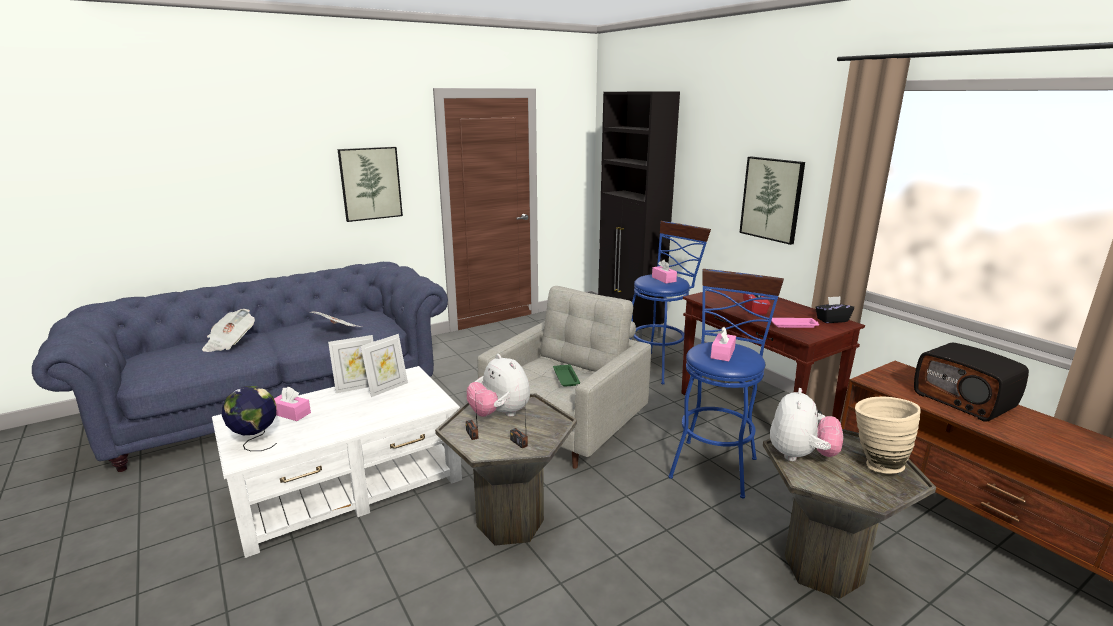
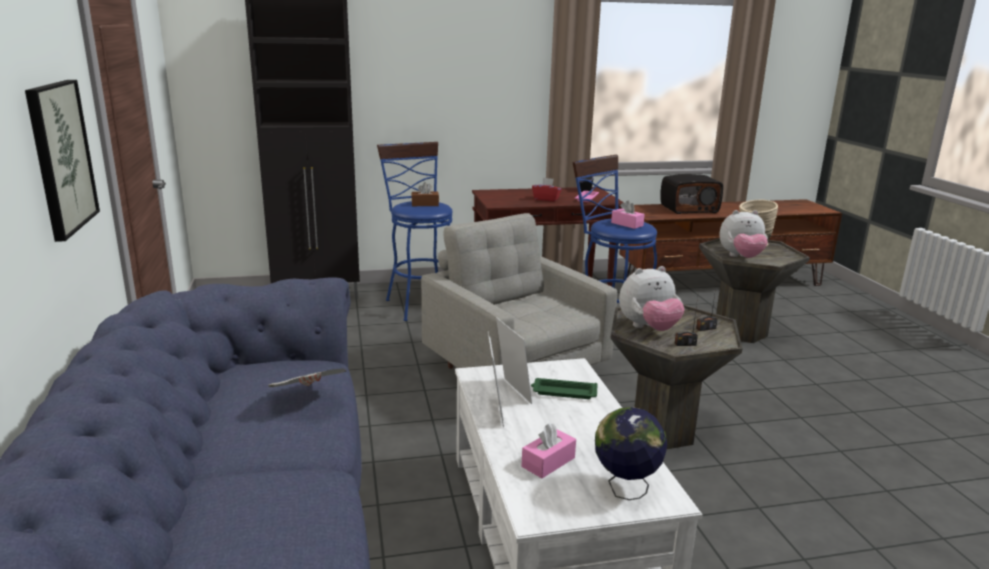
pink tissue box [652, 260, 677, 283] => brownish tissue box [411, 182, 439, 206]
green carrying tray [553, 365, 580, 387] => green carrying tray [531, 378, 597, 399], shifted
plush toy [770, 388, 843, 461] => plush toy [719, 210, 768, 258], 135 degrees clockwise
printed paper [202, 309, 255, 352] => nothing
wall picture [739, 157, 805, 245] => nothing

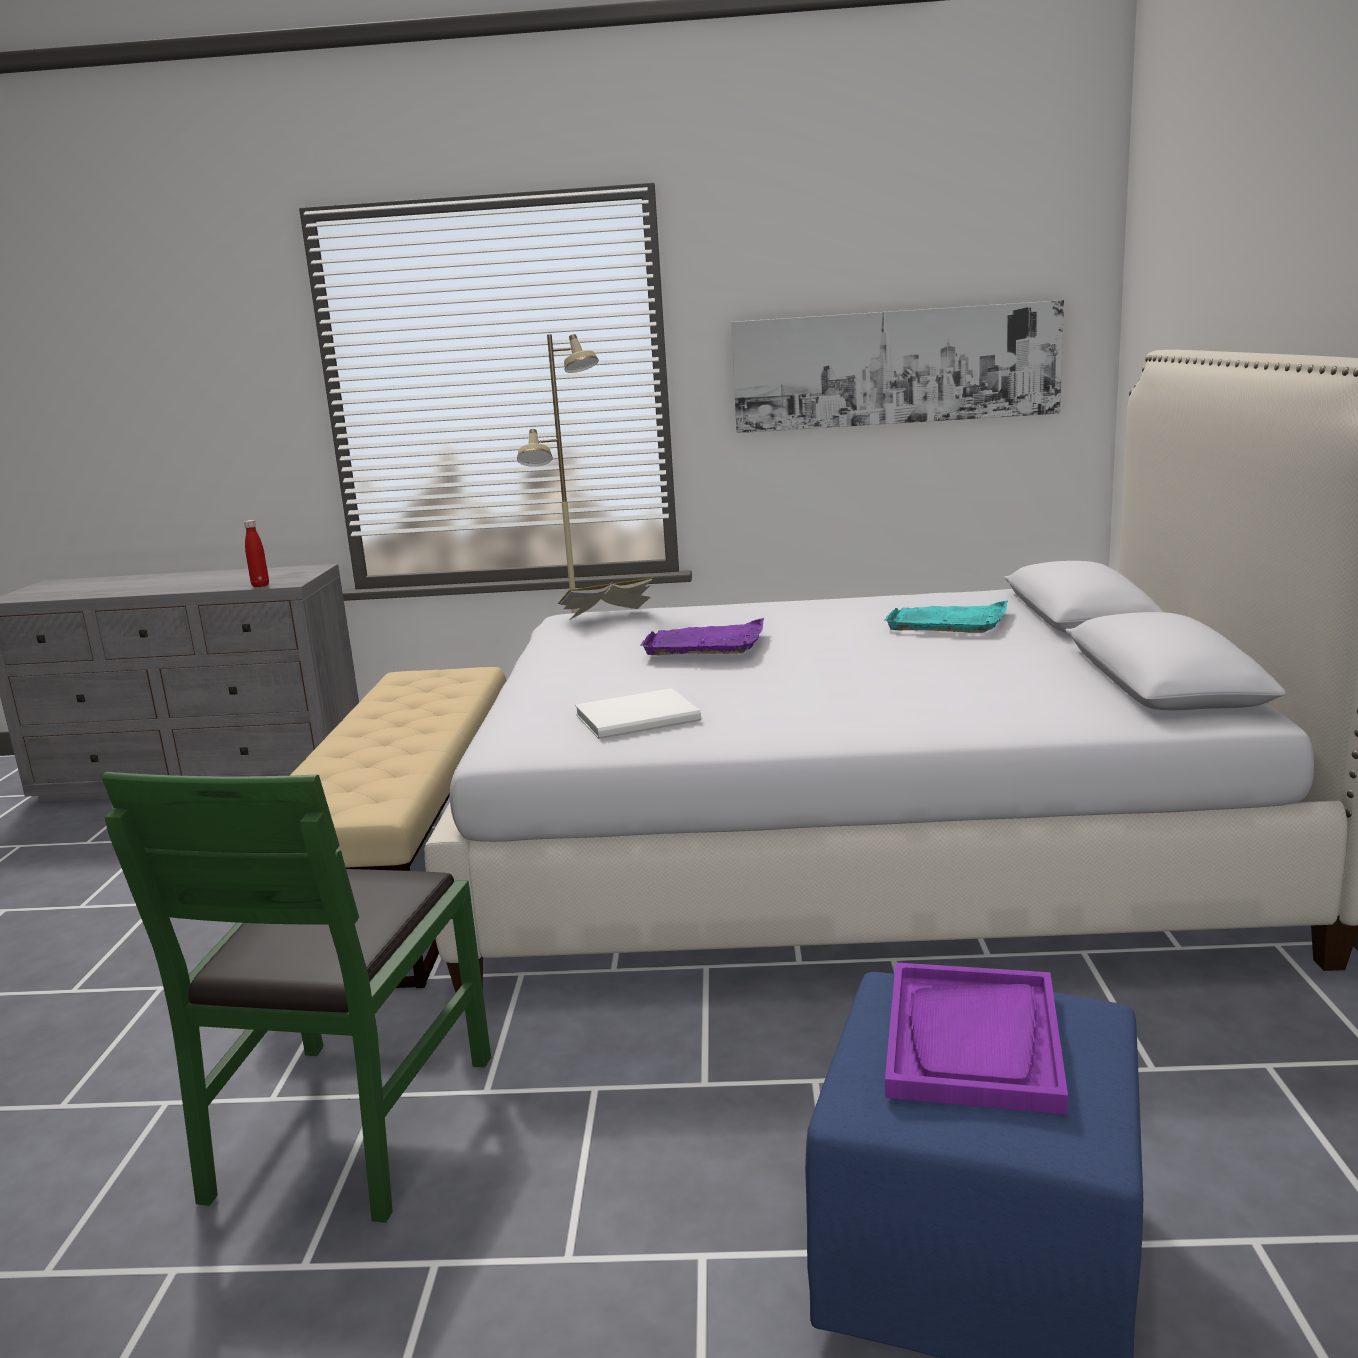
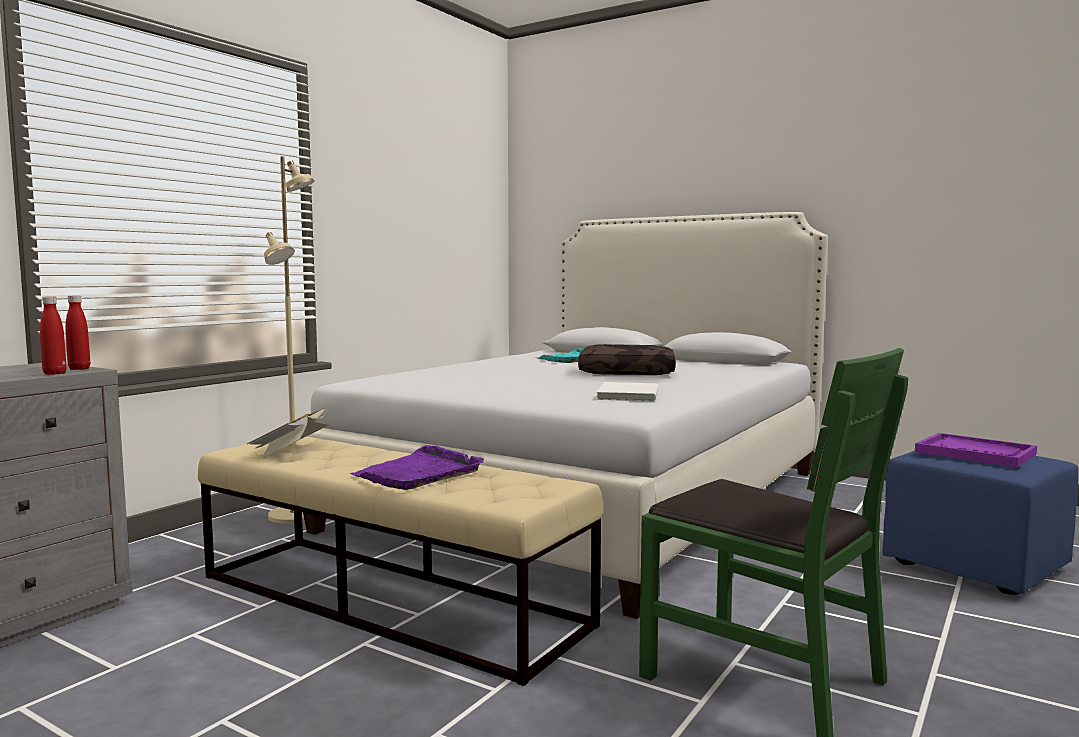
nothing => reddish bottle [65, 295, 90, 370]
bound book [558, 577, 654, 619] => bound book [247, 408, 328, 458], shifted
purple-coloured carrying tray [640, 618, 764, 655] => purple-coloured carrying tray [349, 446, 484, 490], shifted
nothing => brownish cushion [578, 344, 676, 375]
wall picture [731, 300, 1064, 433] => nothing

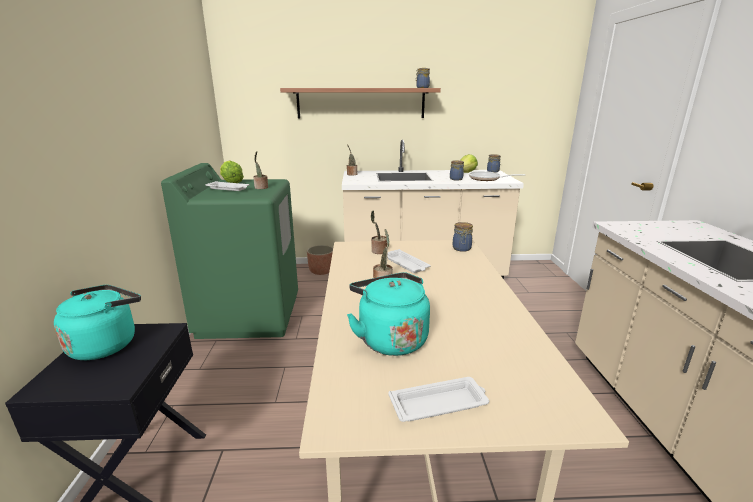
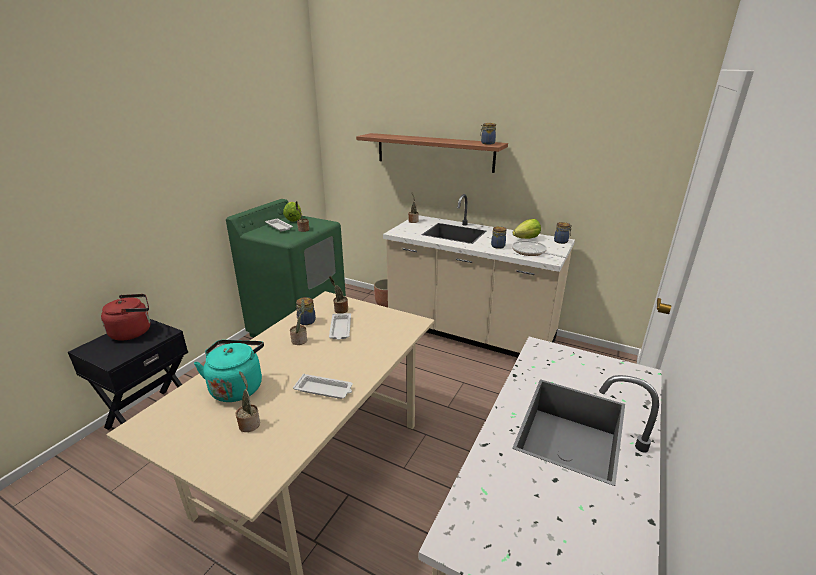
turquoise-coloured kettle [54, 285, 141, 360] => reddish kettle [101, 294, 150, 340]
nothing => potted plant [236, 371, 260, 432]
white-coloured carrying tray [389, 377, 489, 422] => white-coloured carrying tray [293, 374, 353, 399], shifted
preserve jar [453, 222, 473, 252] => preserve jar [296, 297, 316, 325], shifted

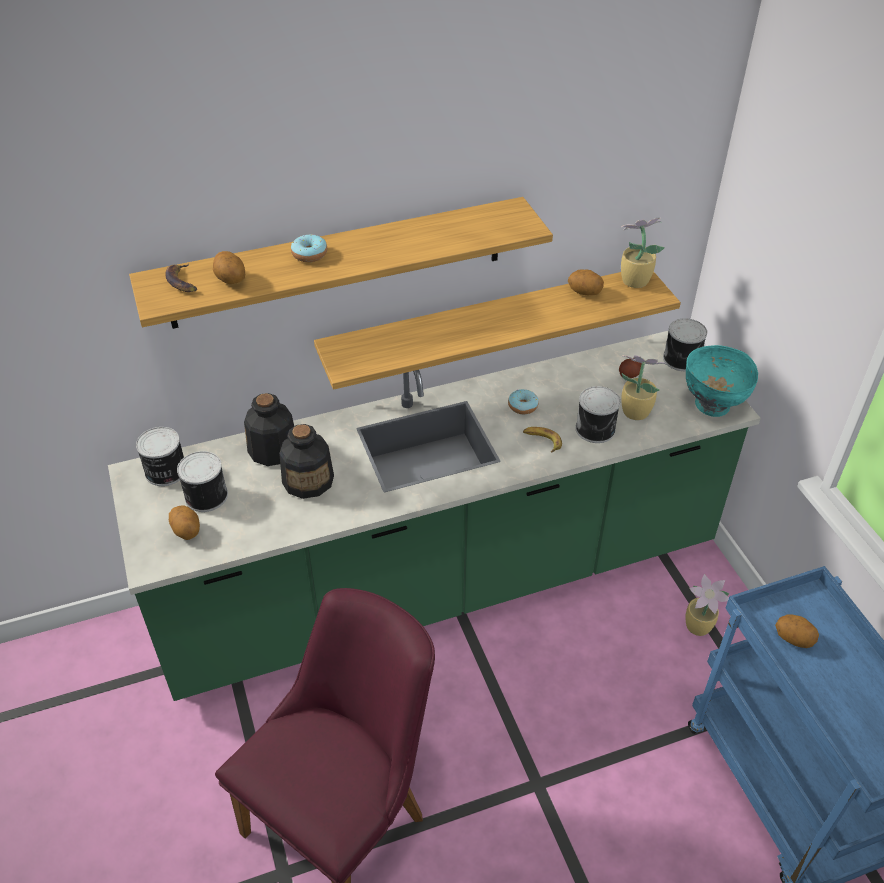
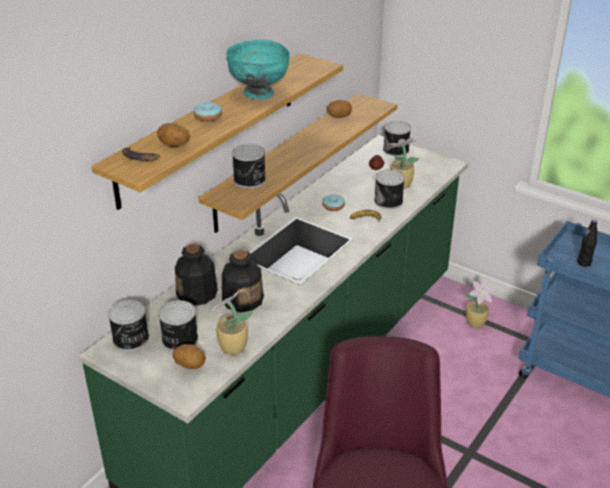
potted plant [621, 217, 665, 288] => potted plant [211, 289, 253, 355], shifted
turquoise-coloured serving bowl [686, 345, 758, 417] => turquoise-coloured serving bowl [226, 40, 290, 99], shifted
nothing => sealed can [232, 144, 266, 188]
potato [775, 614, 819, 648] => black bottle [577, 220, 597, 267]

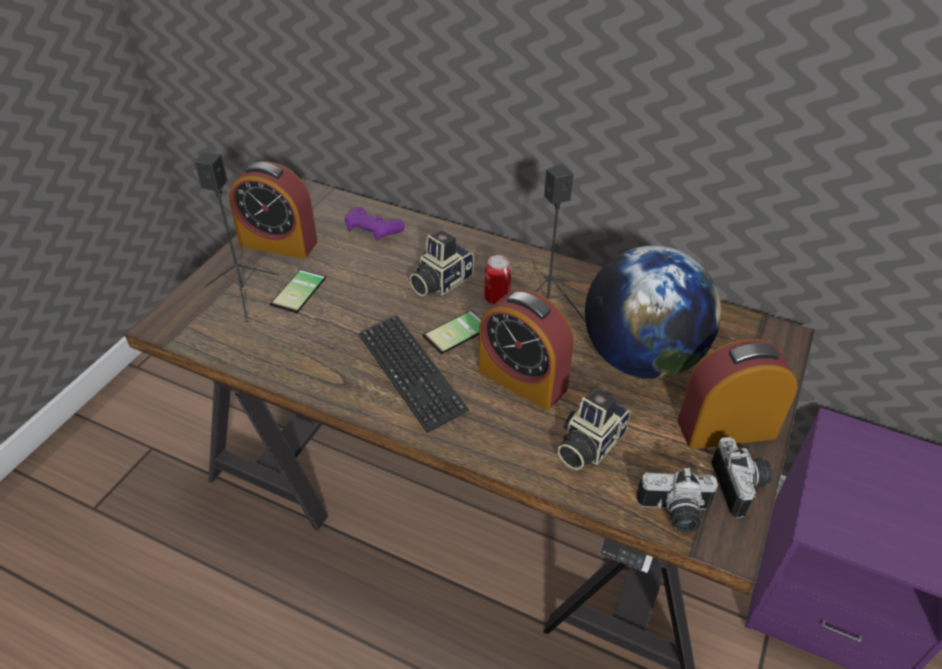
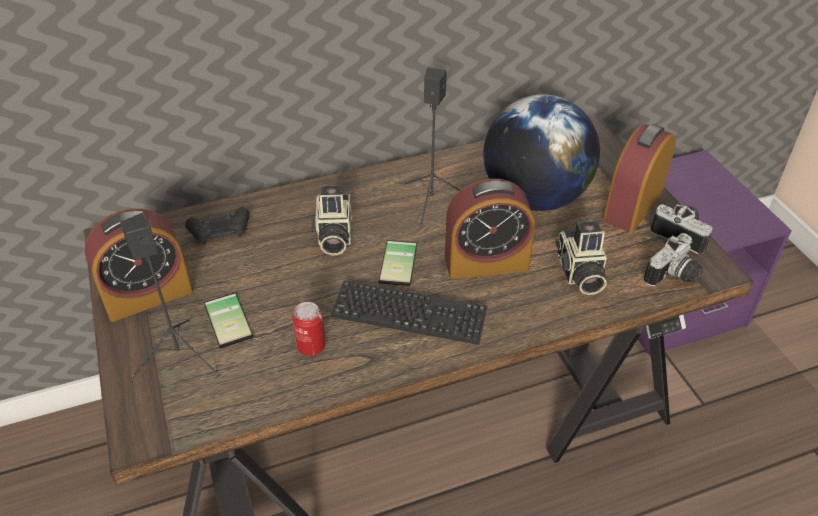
purple-coloured gamepad [345, 207, 405, 241] => black gamepad [185, 207, 250, 244]
sealed can [484, 255, 511, 304] => sealed can [292, 302, 326, 356], shifted

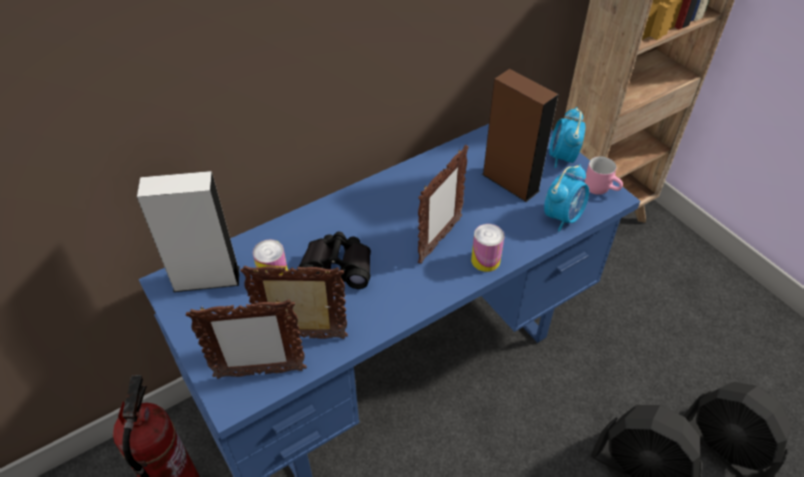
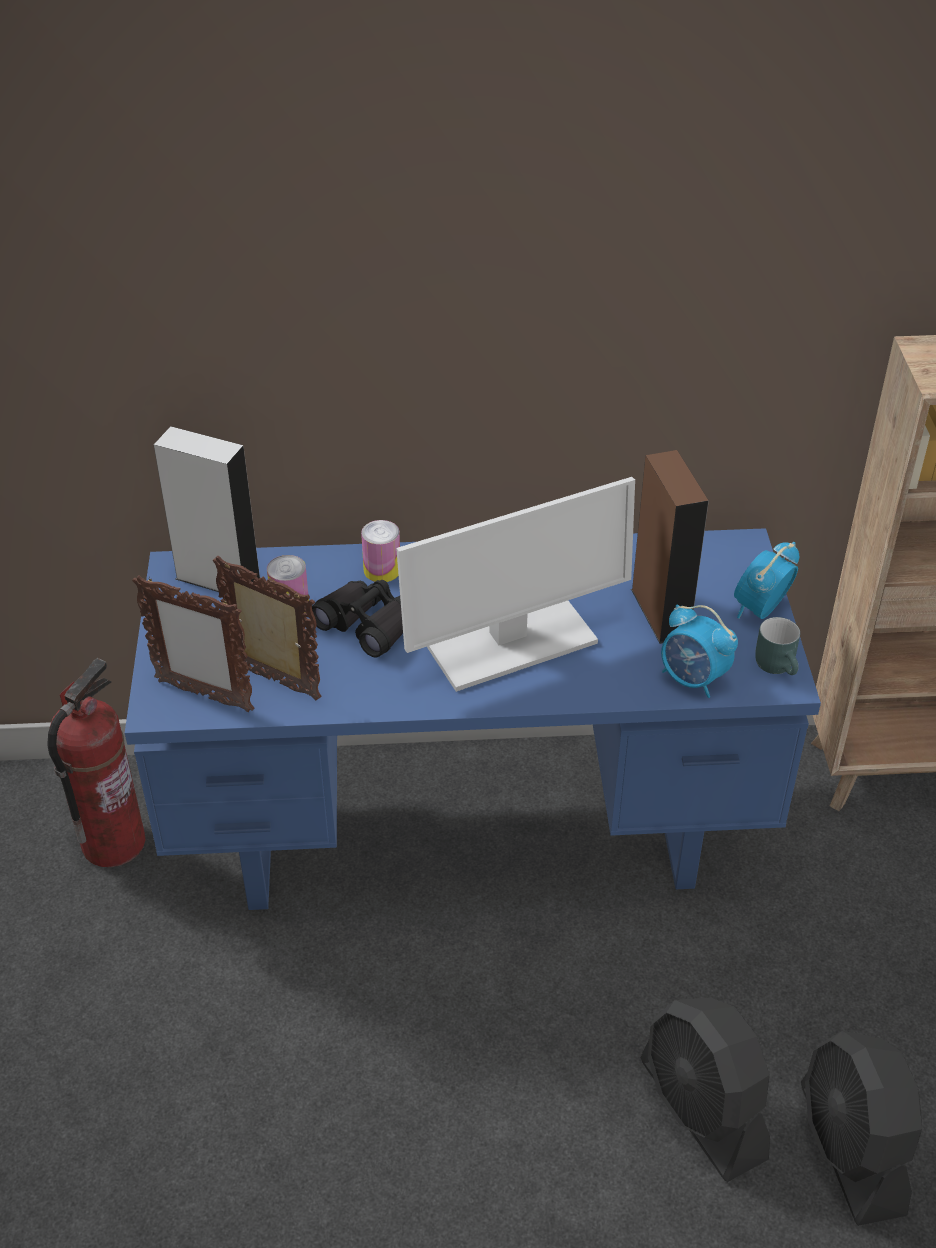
sealed can [471, 224, 504, 272] => sealed can [361, 520, 400, 582], shifted
picture frame [418, 144, 469, 264] => computer screen [396, 477, 635, 692]
bedside clock [544, 164, 589, 232] => bedside clock [661, 604, 738, 698], 60 degrees clockwise
pink mug [585, 157, 623, 195] => turquoise-coloured mug [755, 617, 800, 675]

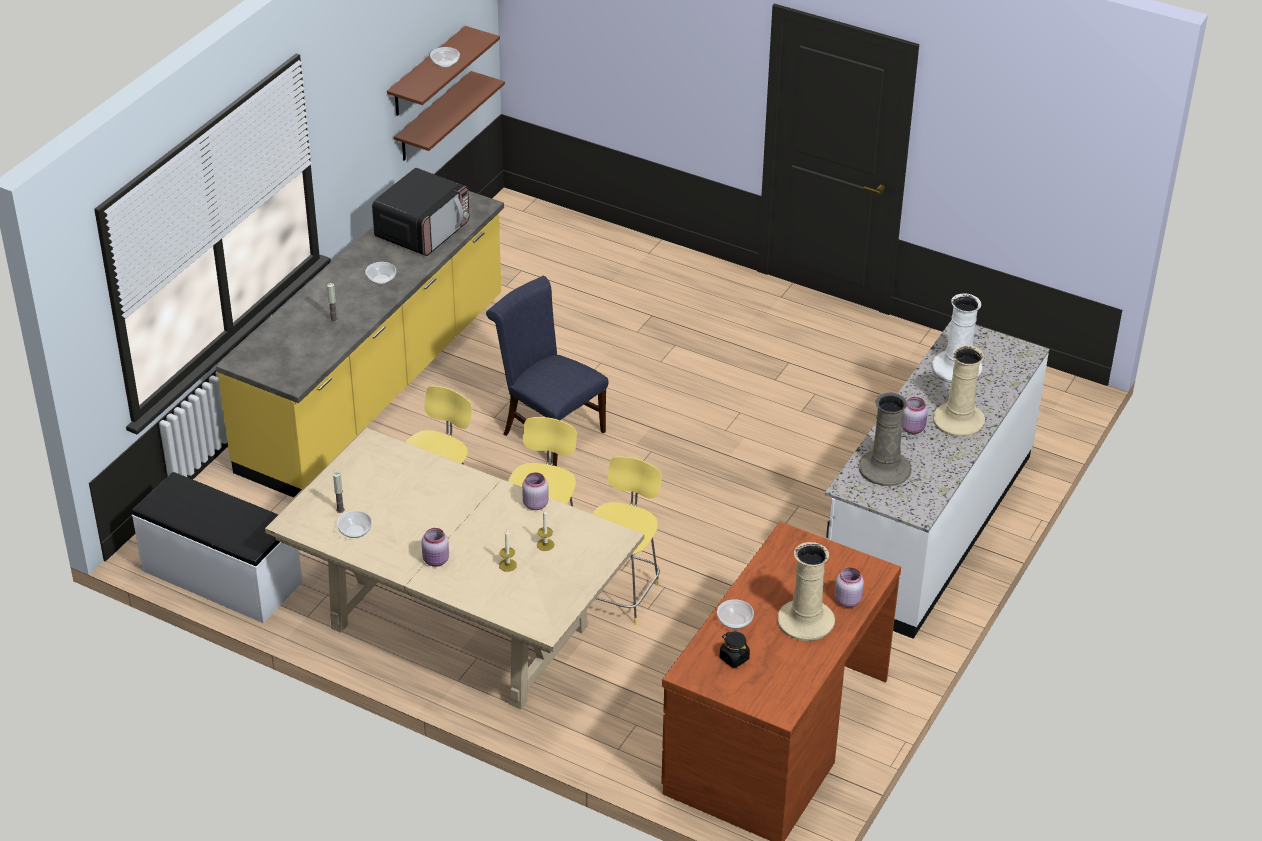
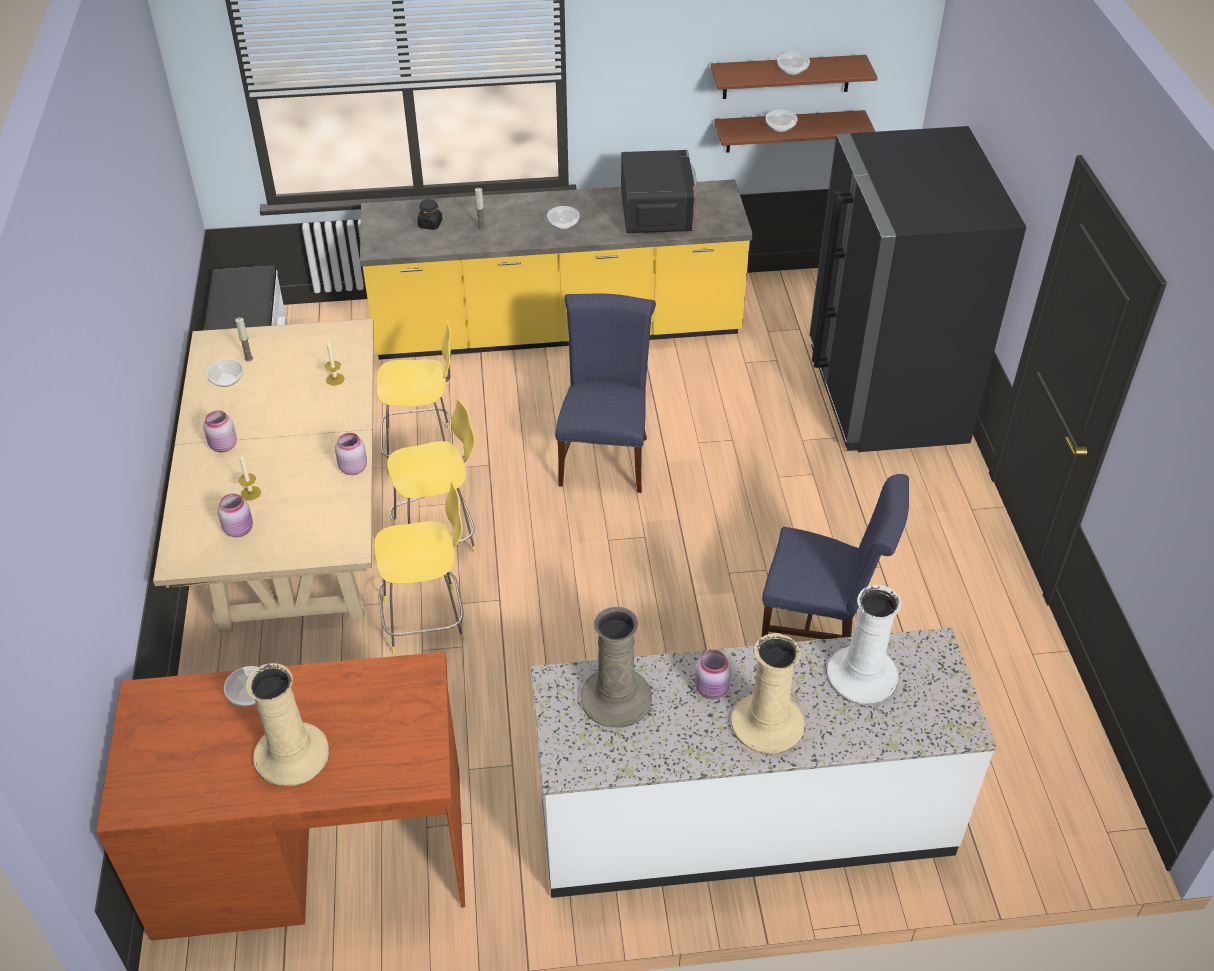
pink preserve jar [835, 567, 864, 607] => pink preserve jar [217, 493, 253, 537], shifted
candle [537, 510, 554, 551] => candle [325, 342, 344, 386], shifted
black preserve jar [720, 632, 750, 668] => black preserve jar [417, 199, 442, 230], shifted
kitchen microwave [372, 168, 469, 256] => kitchen microwave [621, 150, 696, 233], 90 degrees counterclockwise
nothing => bluish chair [761, 474, 909, 639]
nothing => serving bowl [766, 110, 798, 133]
nothing => black kitchen fridge [809, 126, 1026, 452]

